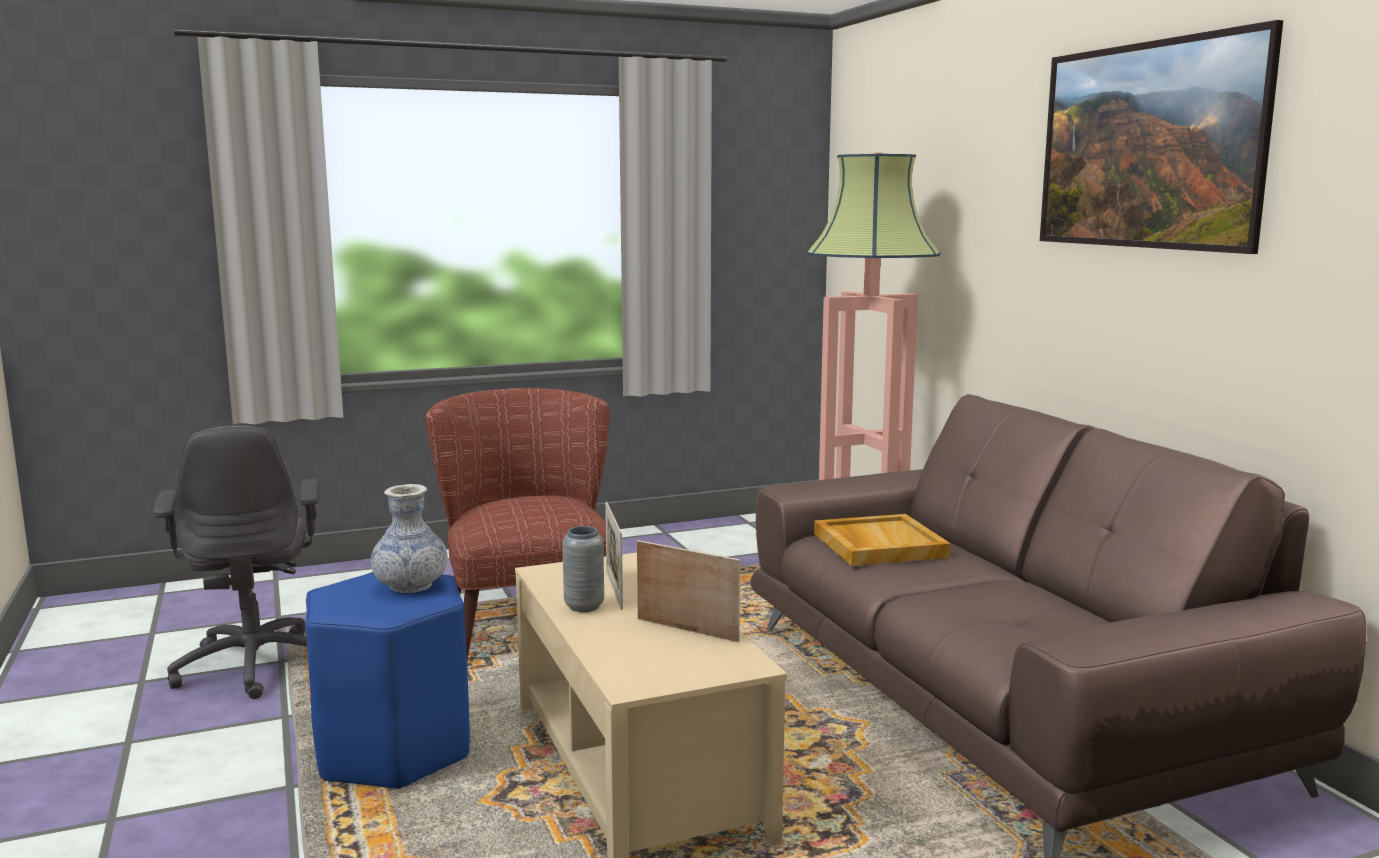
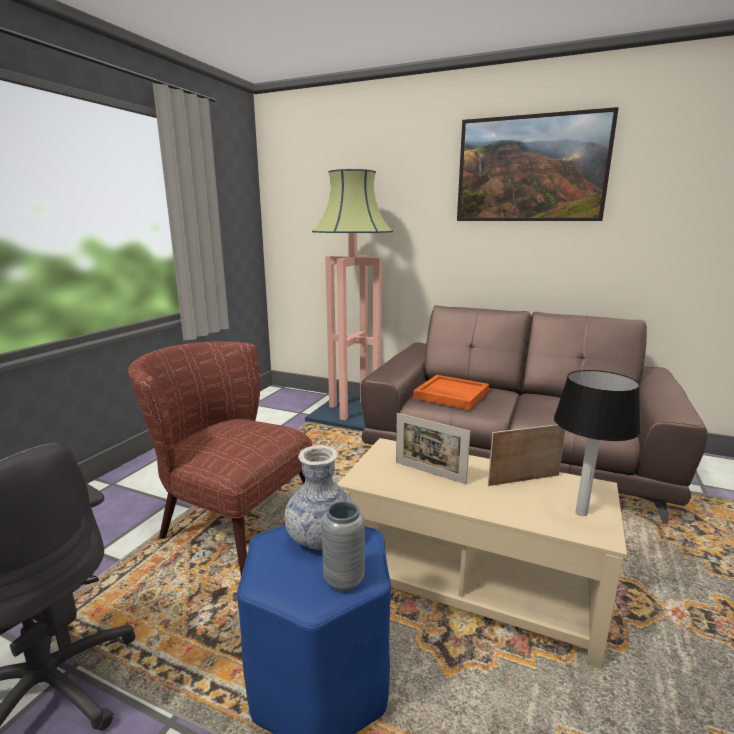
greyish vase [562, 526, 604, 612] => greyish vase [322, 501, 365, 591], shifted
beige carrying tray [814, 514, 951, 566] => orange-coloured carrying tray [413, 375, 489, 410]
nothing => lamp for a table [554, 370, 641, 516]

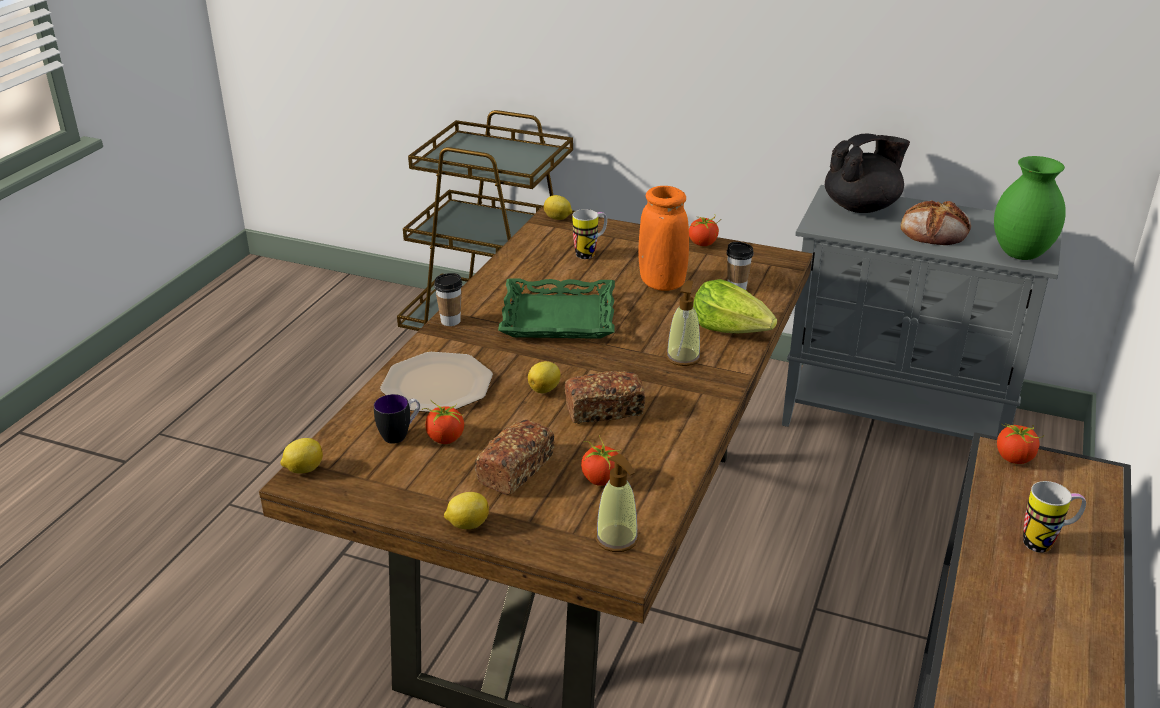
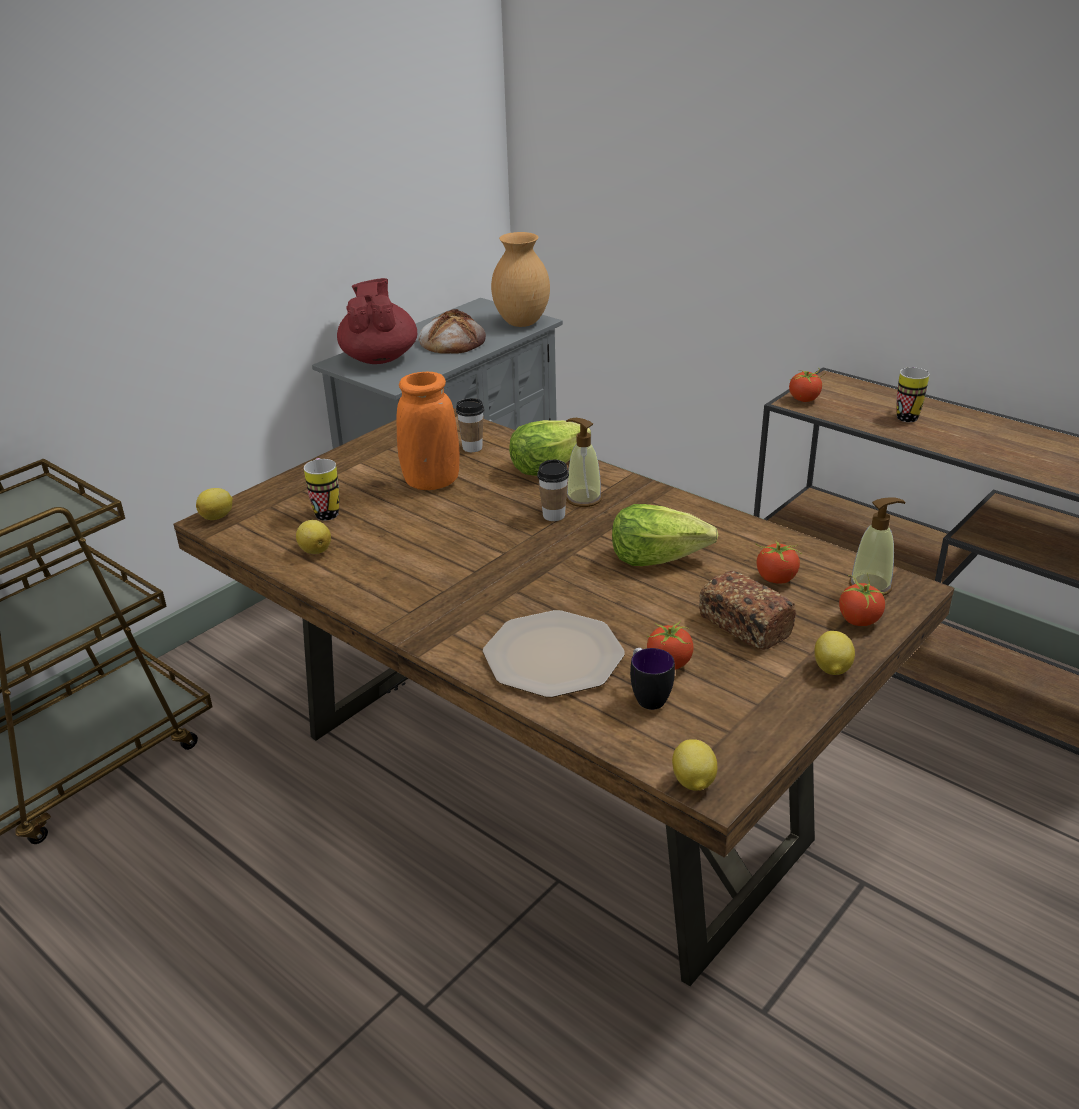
lemon [528, 361, 561, 393] => lemon [296, 520, 331, 554], shifted
black pot for tea [825, 134, 910, 213] => reddish pot for tea [337, 278, 417, 364]
green vase [994, 156, 1066, 260] => brownish vase [491, 232, 550, 327]
cup [434, 273, 462, 326] => cup [537, 459, 569, 521], shifted
bakery bread [565, 371, 645, 424] => lettuce [612, 504, 718, 566]
tomato [689, 214, 721, 246] => tomato [839, 573, 887, 626], shifted
green carrying tray [498, 278, 615, 339] => nothing

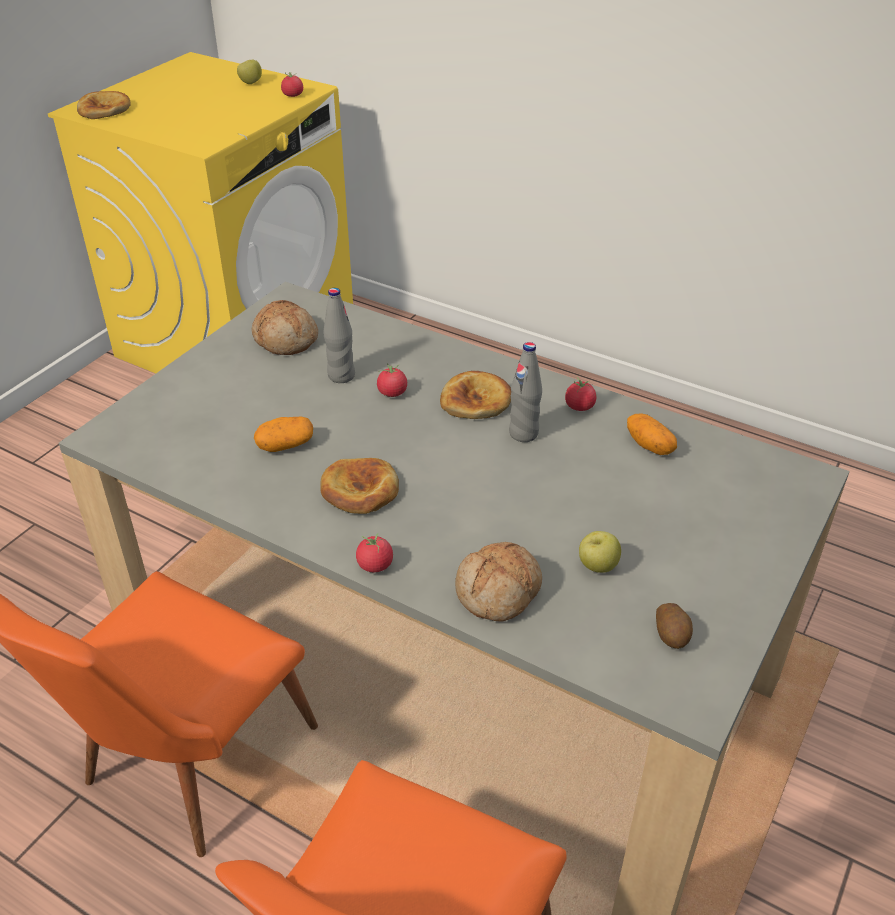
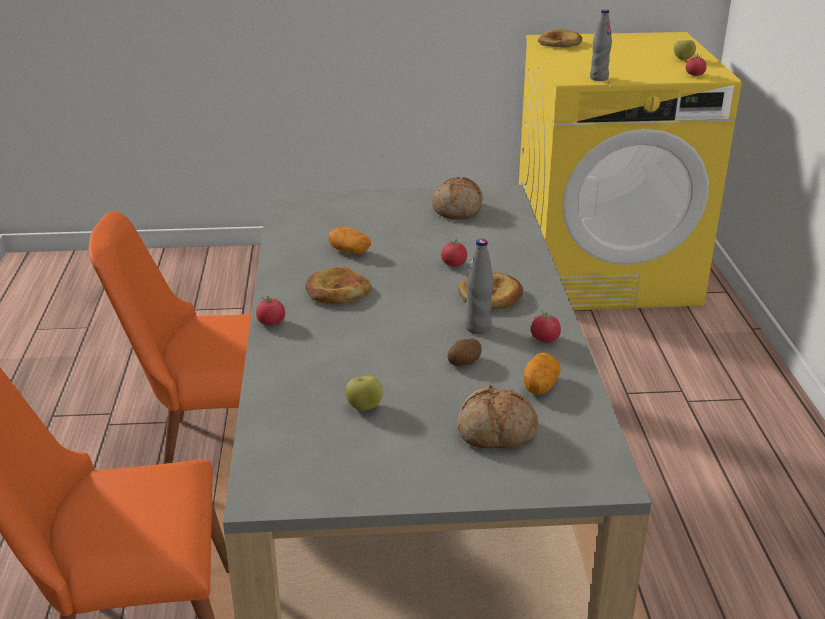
potato [656, 603, 693, 649] => potato [447, 339, 482, 366], shifted
bakery bread [455, 542, 542, 622] => bakery bread [457, 385, 538, 449], shifted
greyish bottle [323, 288, 355, 383] => greyish bottle [590, 9, 612, 81], shifted

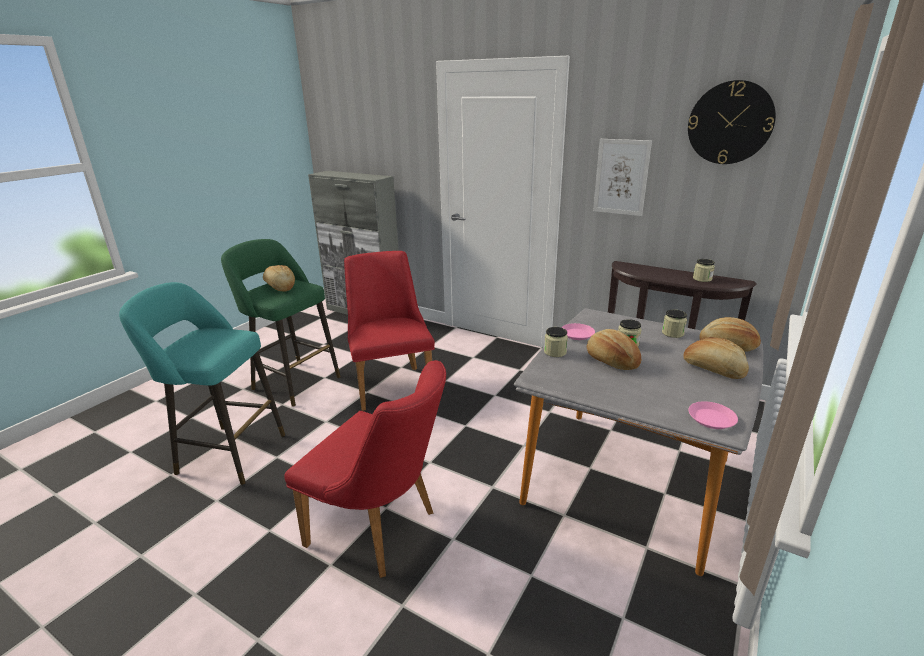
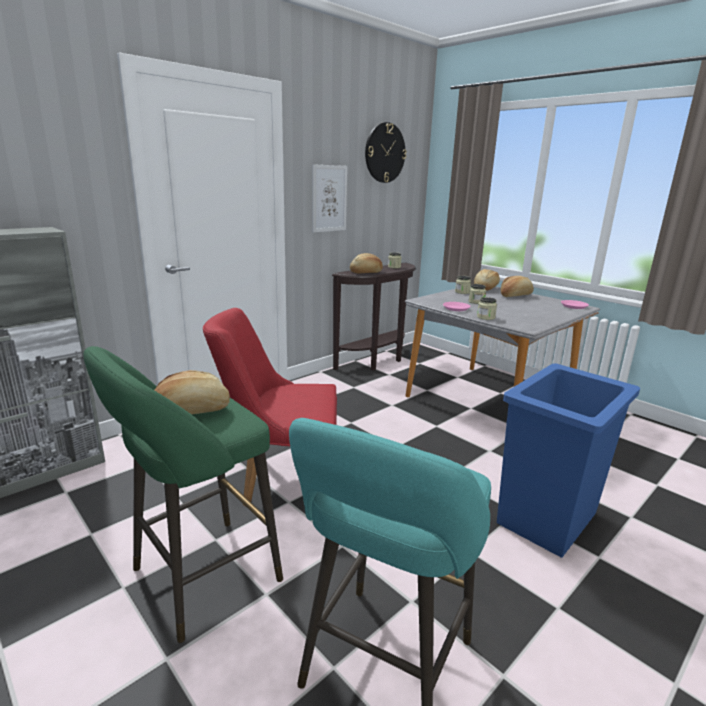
bakery bread [587, 329, 641, 370] => bakery bread [350, 253, 383, 274], shifted
reddish chair [284, 360, 446, 578] => bluish waste bin [497, 364, 640, 558]

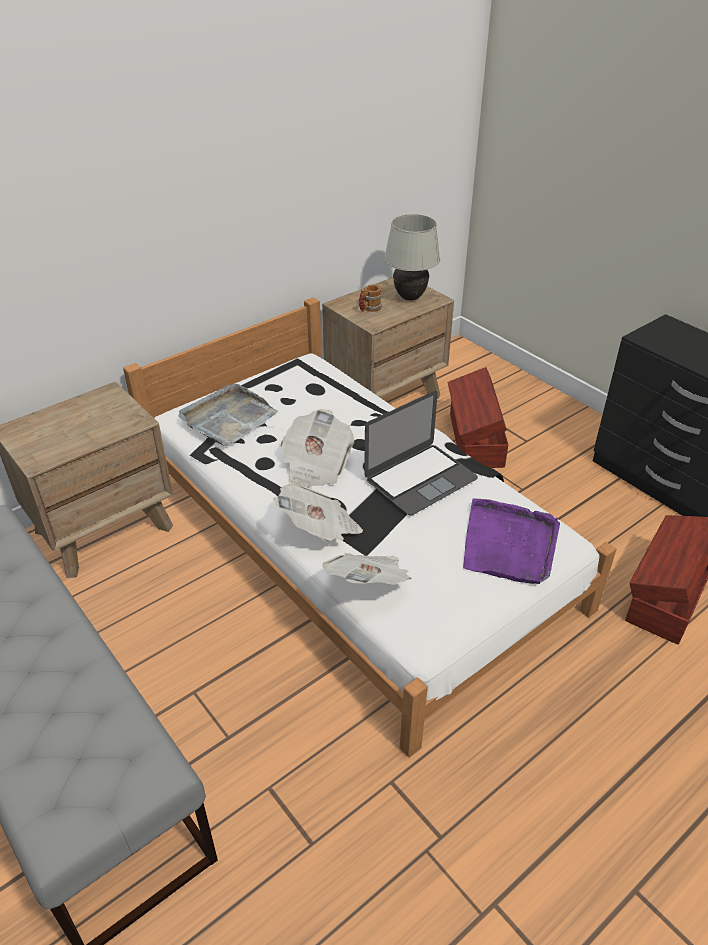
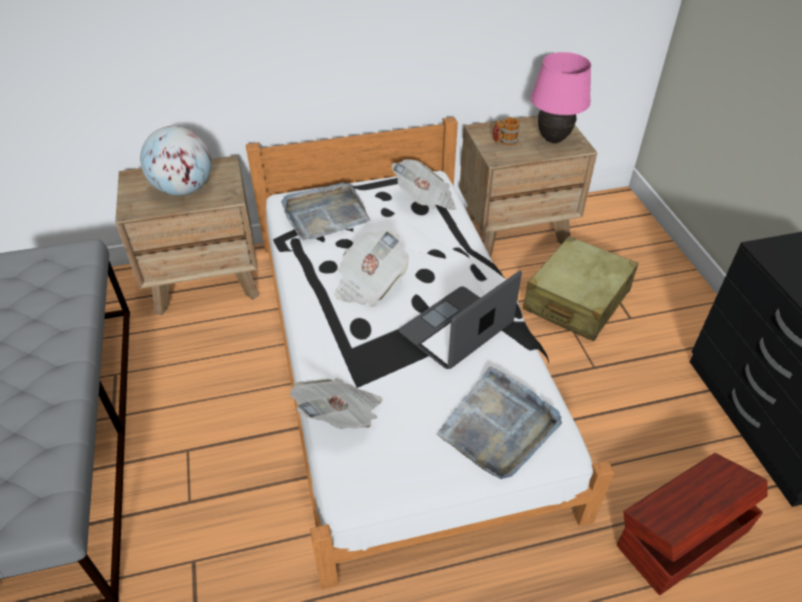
nothing => world globe [140, 126, 212, 195]
printed paper [273, 484, 363, 541] => printed paper [392, 159, 456, 210], shifted
portable computer [364, 391, 478, 515] => portable computer [399, 271, 522, 369], 150 degrees clockwise
purple-coloured carrying tray [463, 498, 560, 584] => greyish carrying tray [437, 366, 562, 479]
brownish storage bin [448, 367, 509, 468] => beige piece of luggage [523, 236, 638, 341]
white-coloured lamp for a table [384, 214, 440, 301] => pink lamp for a table [531, 52, 591, 143]

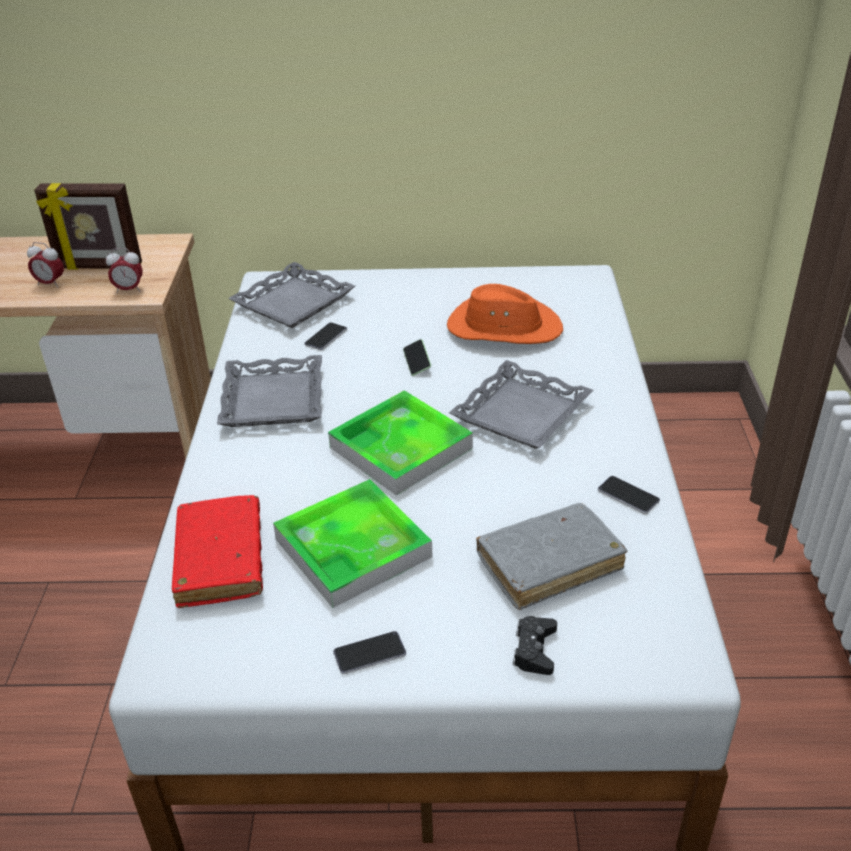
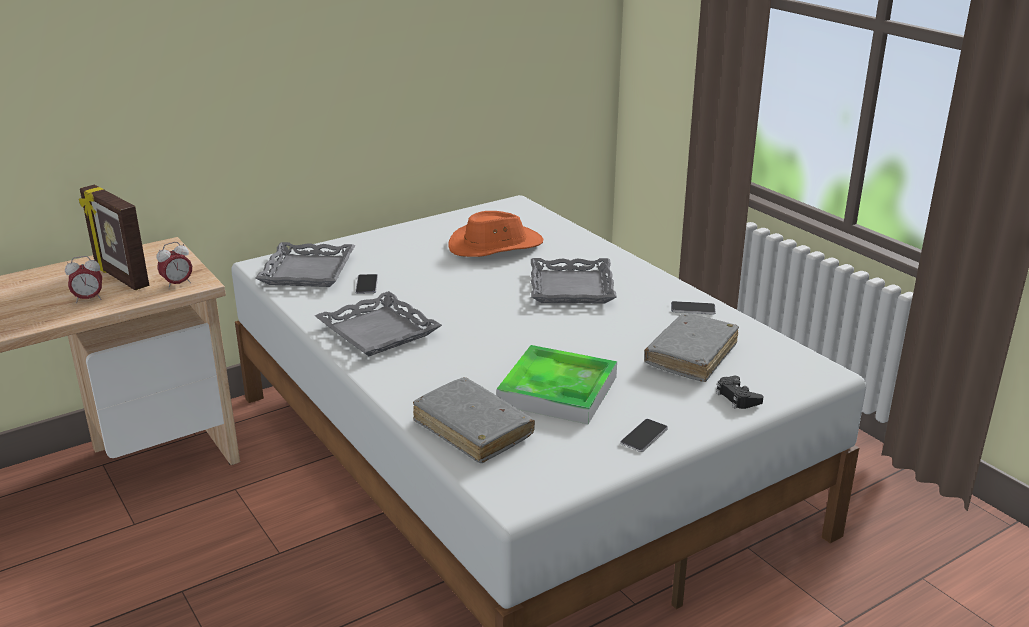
picture frame [34, 183, 142, 270] => picture frame [79, 185, 149, 290], 75 degrees clockwise
reddish bound book [172, 495, 263, 608] => greyish bound book [413, 377, 535, 463]
carrying tray [328, 390, 473, 496] => nothing
telephone [403, 339, 431, 376] => nothing

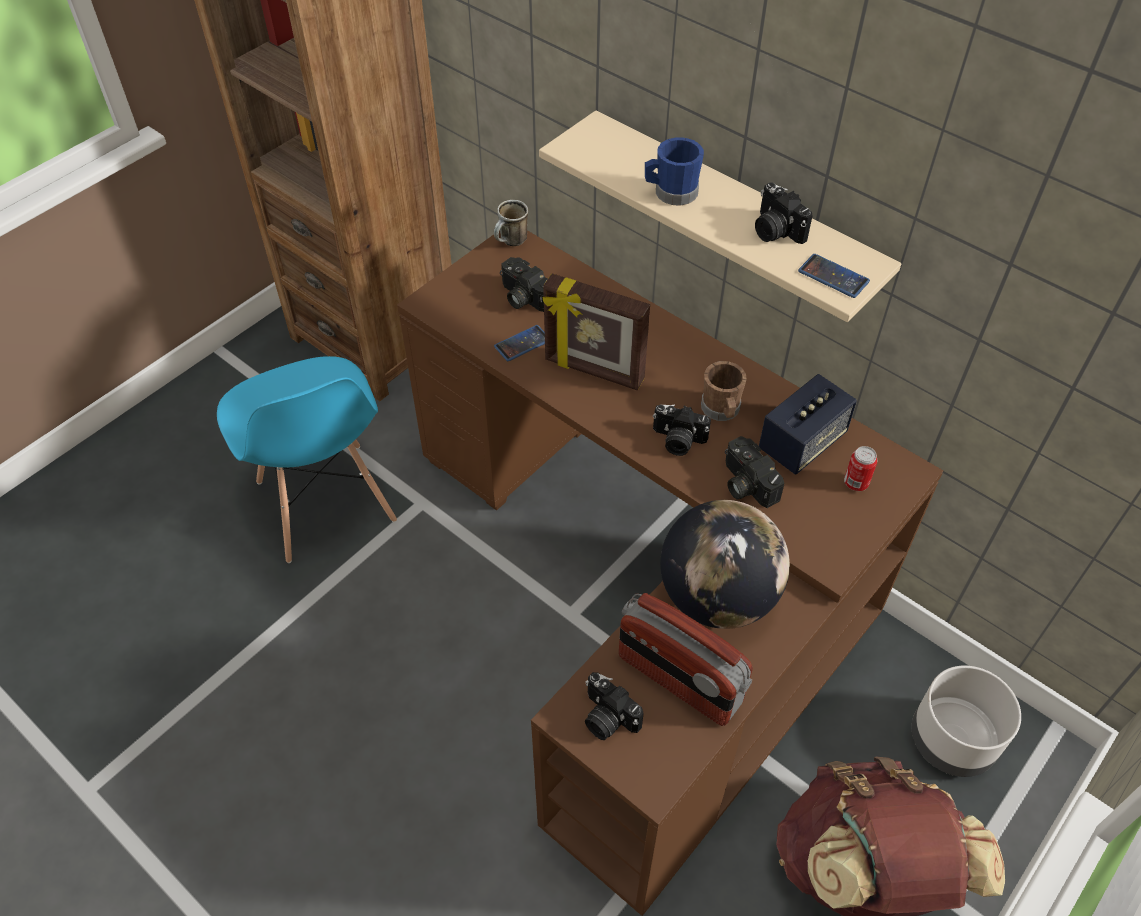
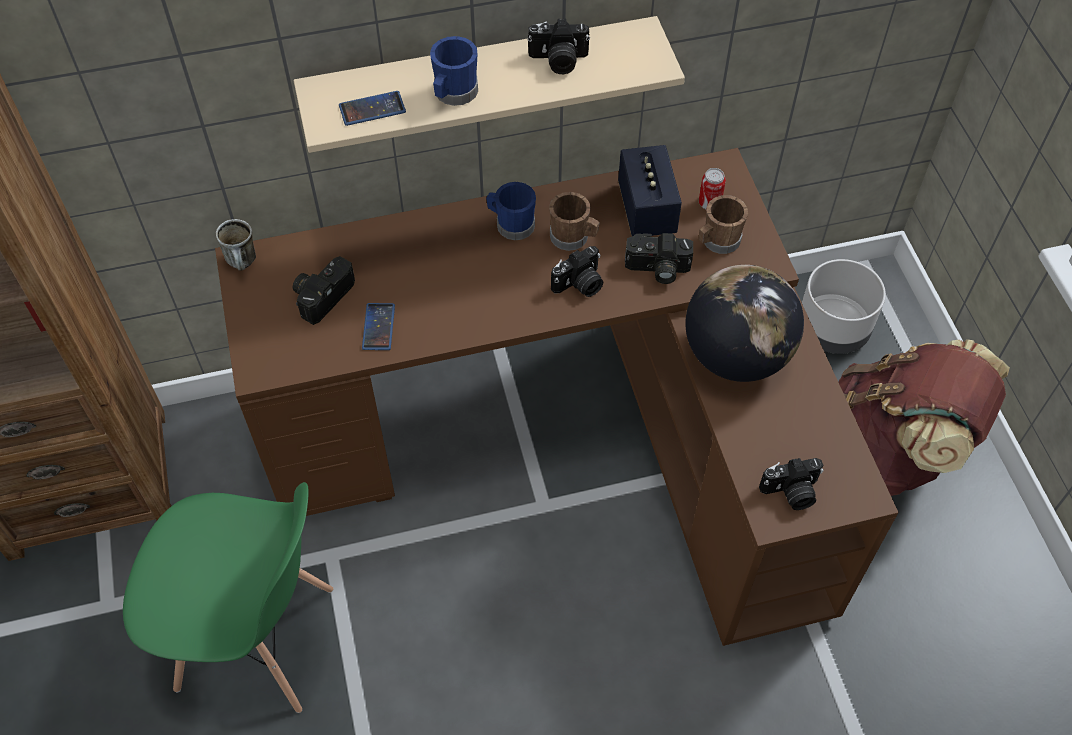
bluish chair [217, 356, 397, 563] => green chair [123, 482, 334, 713]
still camera [500, 257, 547, 312] => still camera [293, 256, 355, 325], 135 degrees clockwise
telephone [798, 254, 870, 298] => telephone [339, 91, 406, 126], shifted
nothing => bluish mug [486, 182, 536, 240]
nothing => brownish mug [699, 195, 748, 254]
picture frame [543, 273, 650, 390] => nothing
radio receiver [619, 593, 753, 726] => nothing

